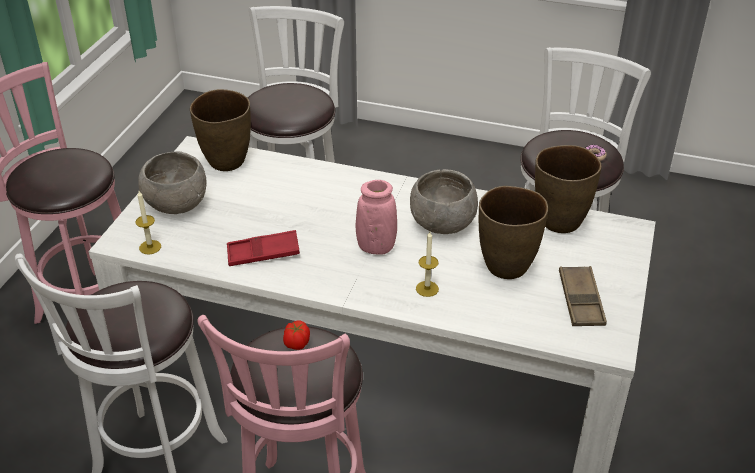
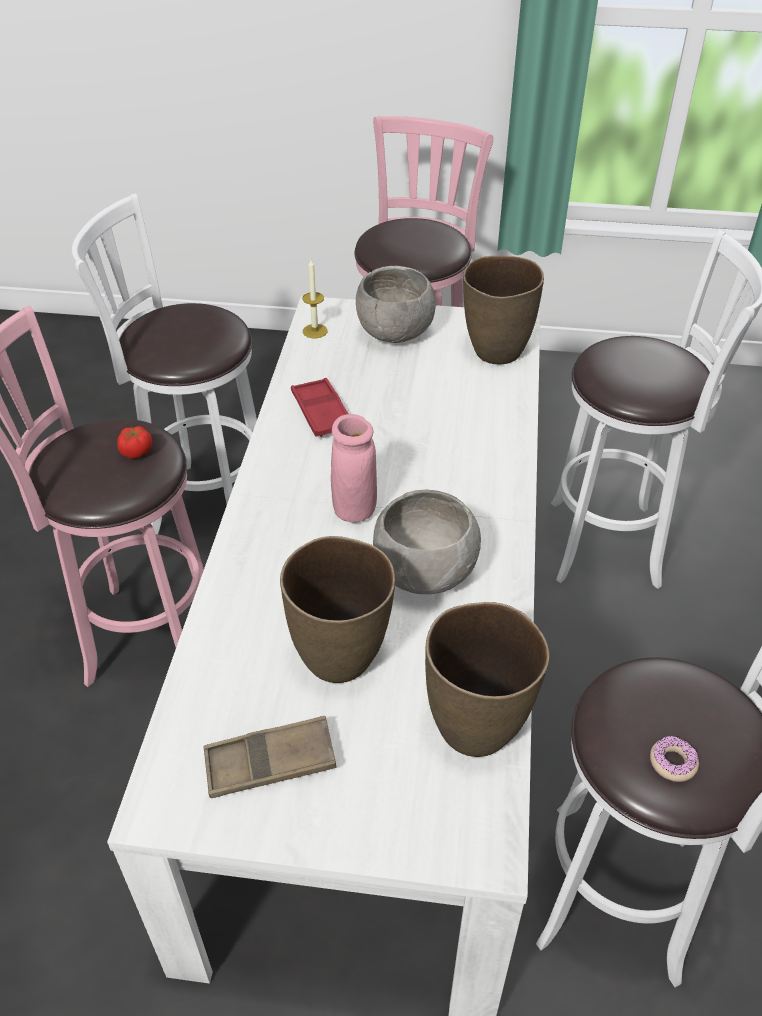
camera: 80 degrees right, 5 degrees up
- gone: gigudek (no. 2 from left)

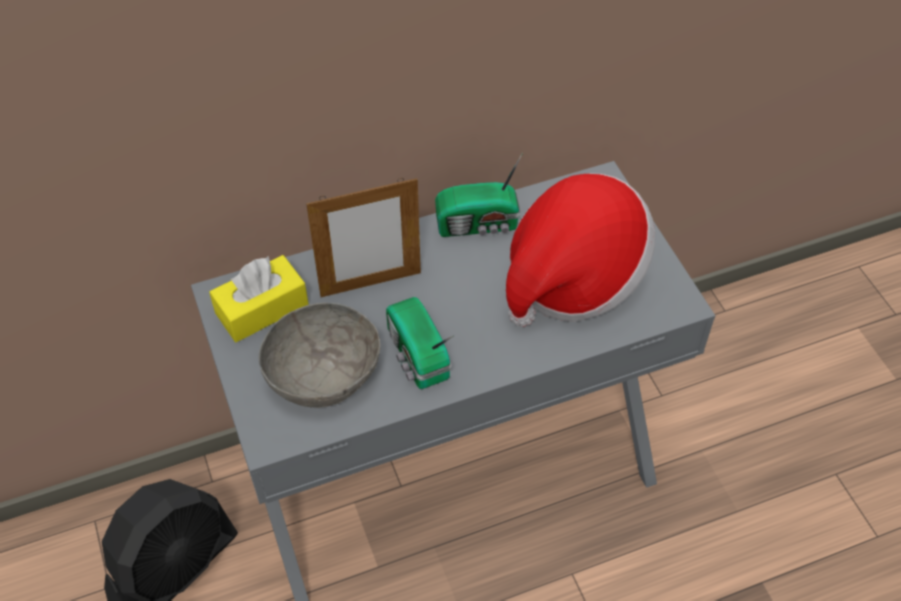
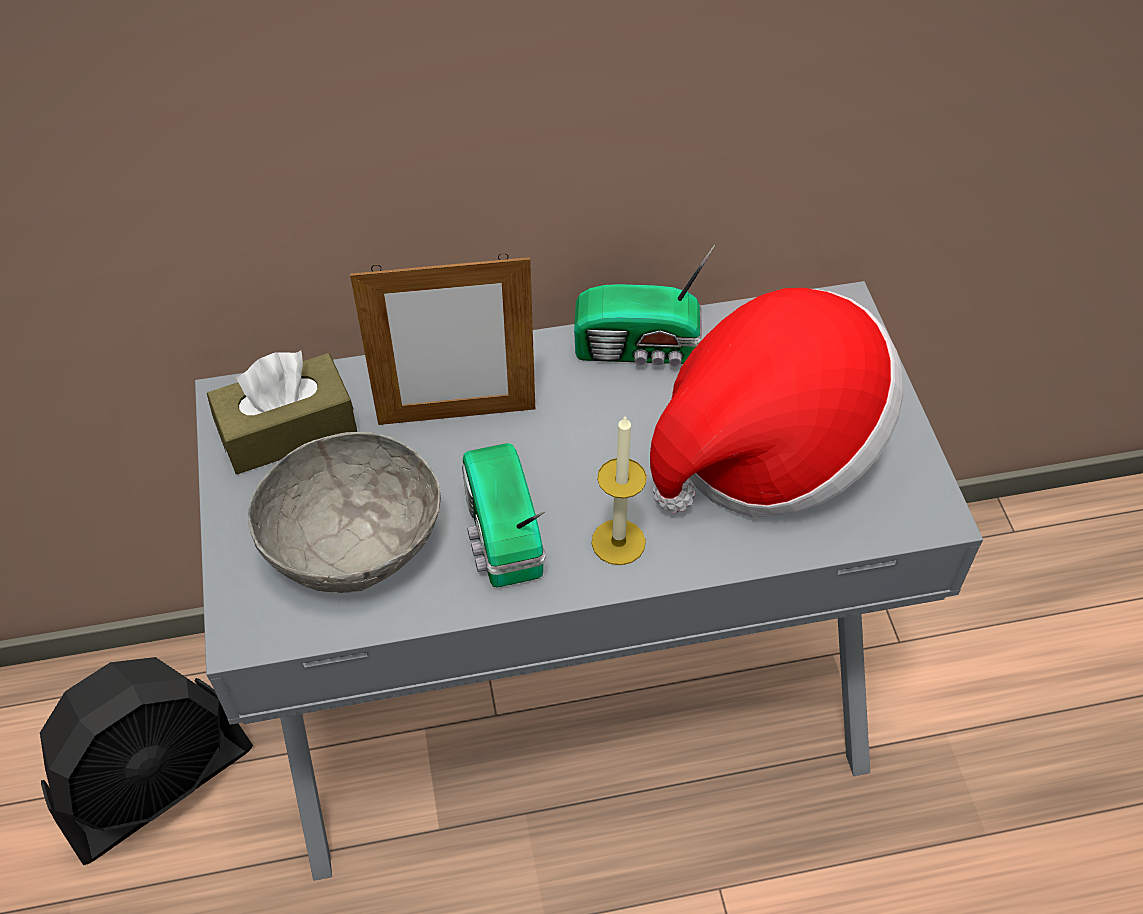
camera: 10 degrees right, 0 degrees up
- repainted: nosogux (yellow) to nosogux (brown)
- new: gigudek

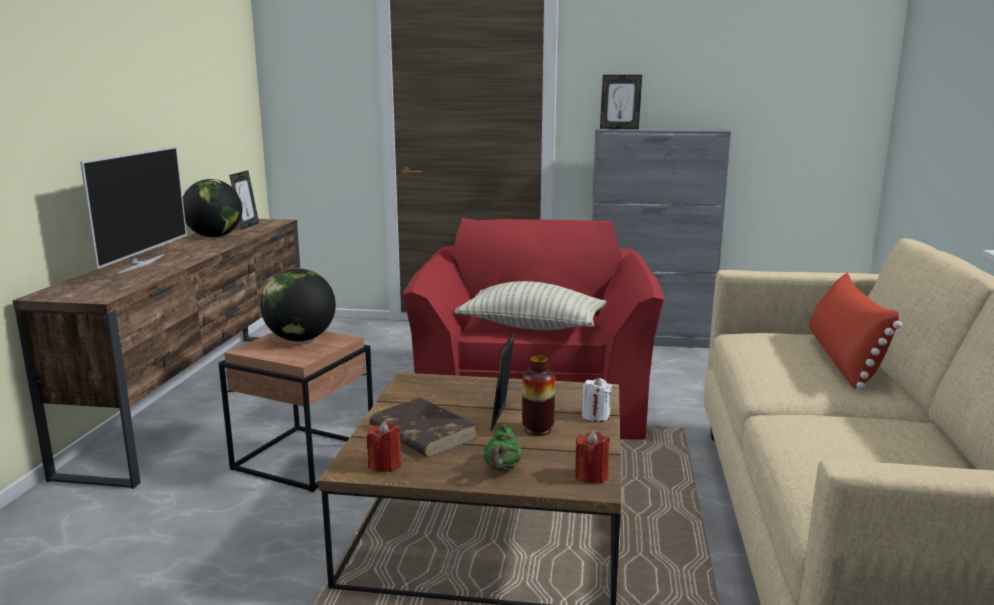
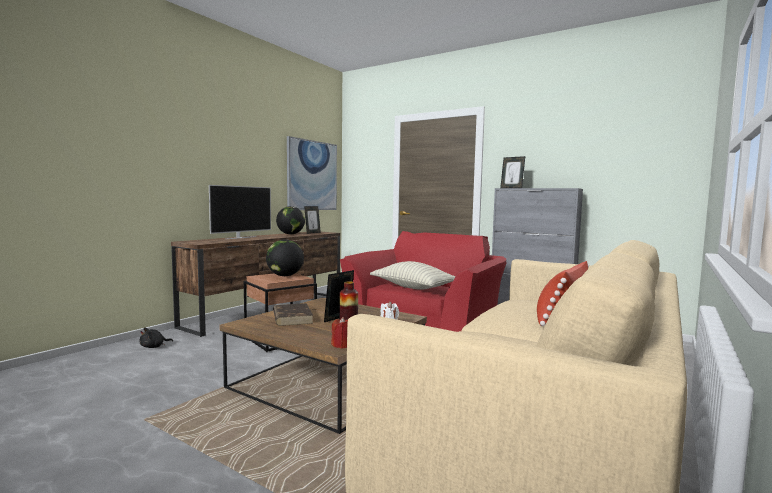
camera: 25 degrees right, 10 degrees down
- gone: gigudek (red) (no. 1 from left)
- gone: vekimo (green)
- new: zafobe
- new: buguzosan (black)

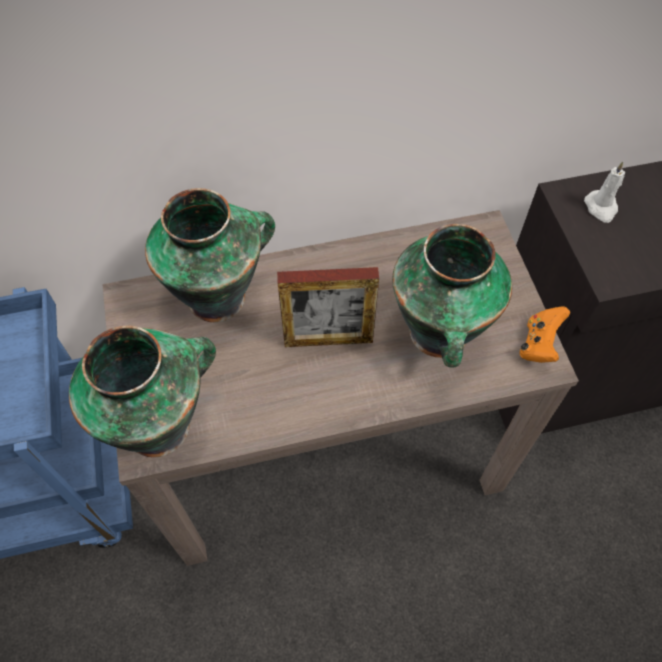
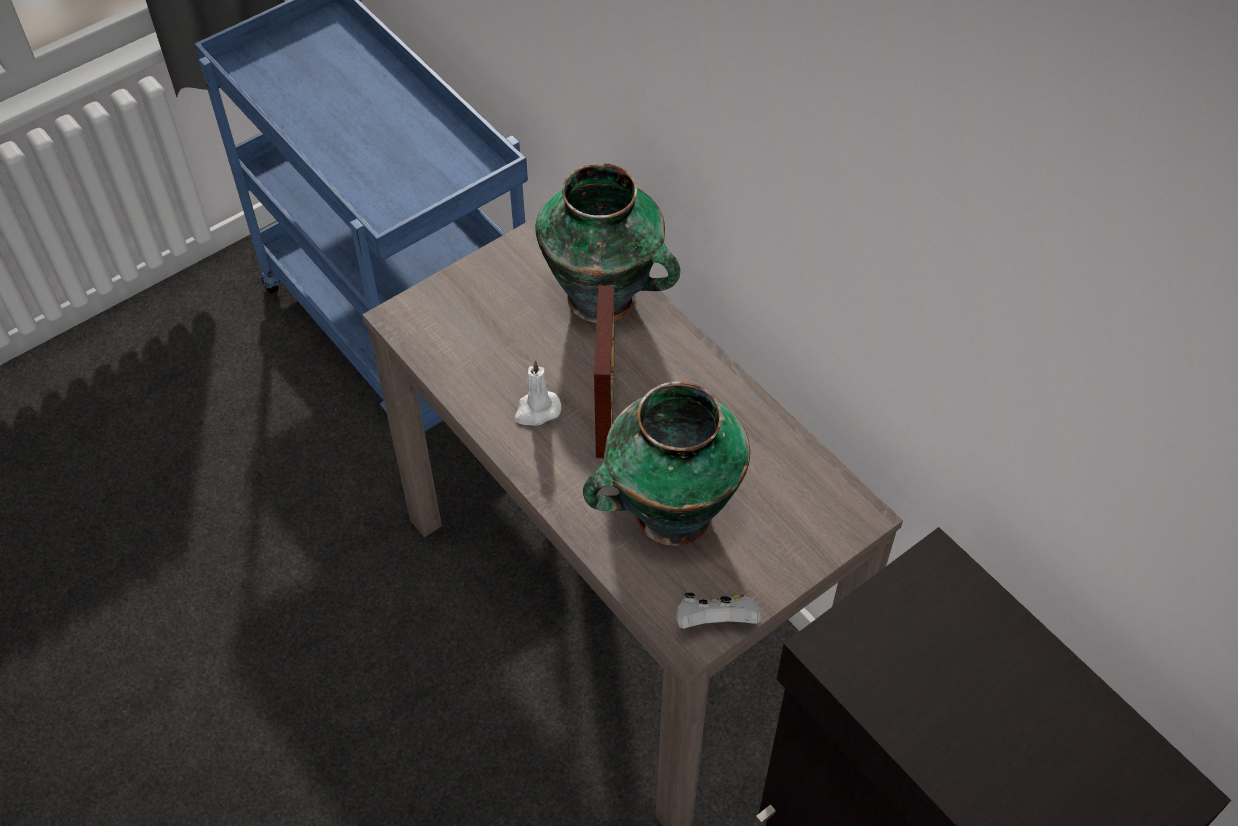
camera: 65 degrees right, 5 degrees down
- shifted: gigudek (white)
- rotated: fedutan 150 degrees counterclockwise
- repainted: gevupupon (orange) to gevupupon (white)
- gone: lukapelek (no. 1 from left)

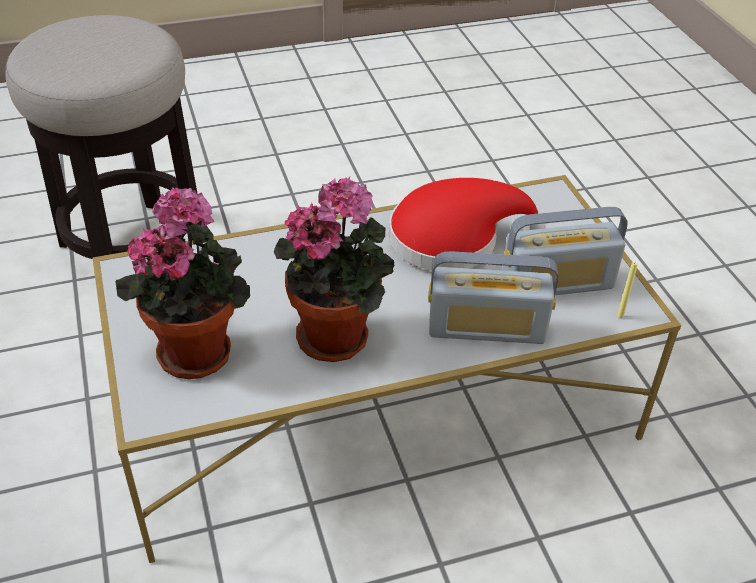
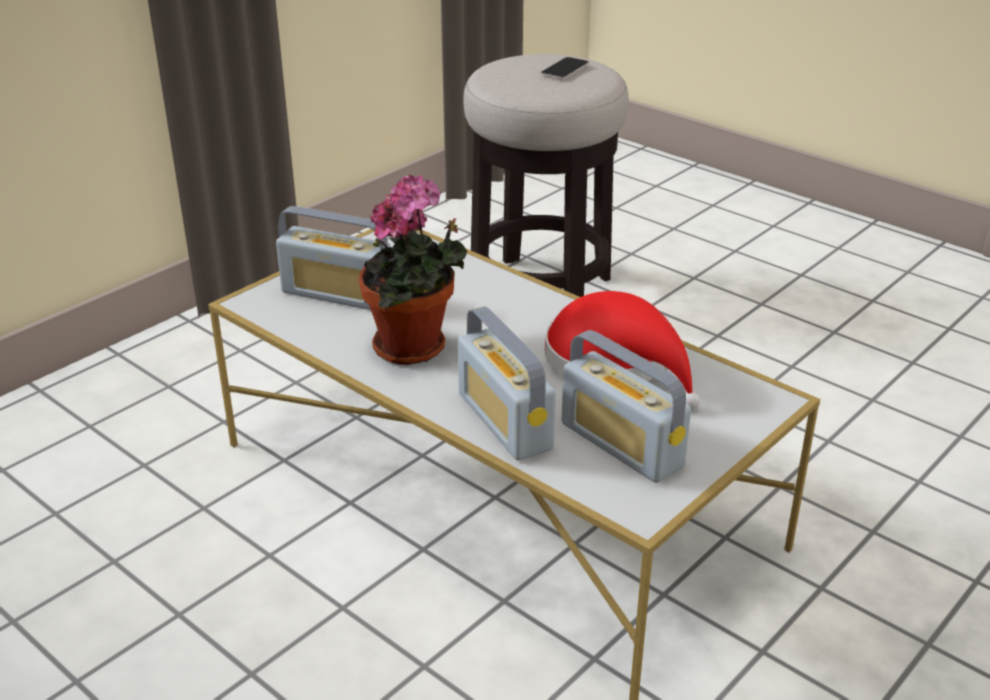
camera: 60 degrees right, 10 degrees down
- swapped: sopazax (no. 1 from left) to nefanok (no. 1 from left)
- gone: gigudek (yellow)
- new: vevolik

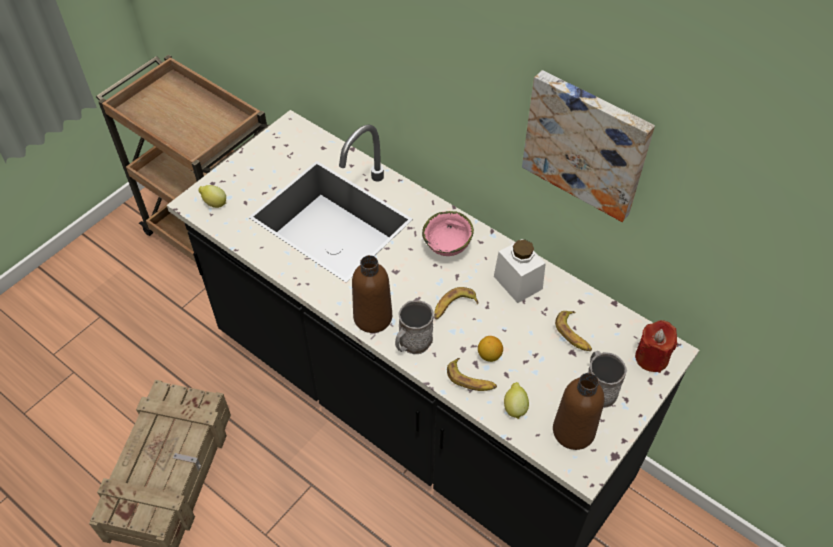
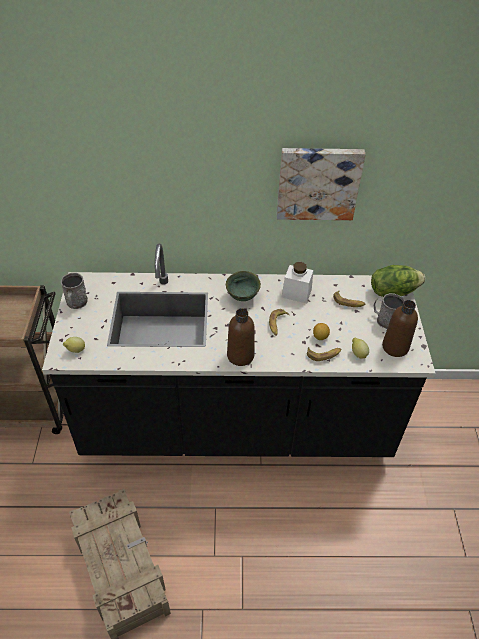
camera: 40 degrees left, 5 degrees down
- repainted: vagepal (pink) to vagepal (green)
- shifted: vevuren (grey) (no. 1 from left)
- swapped: gigudek (red) to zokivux

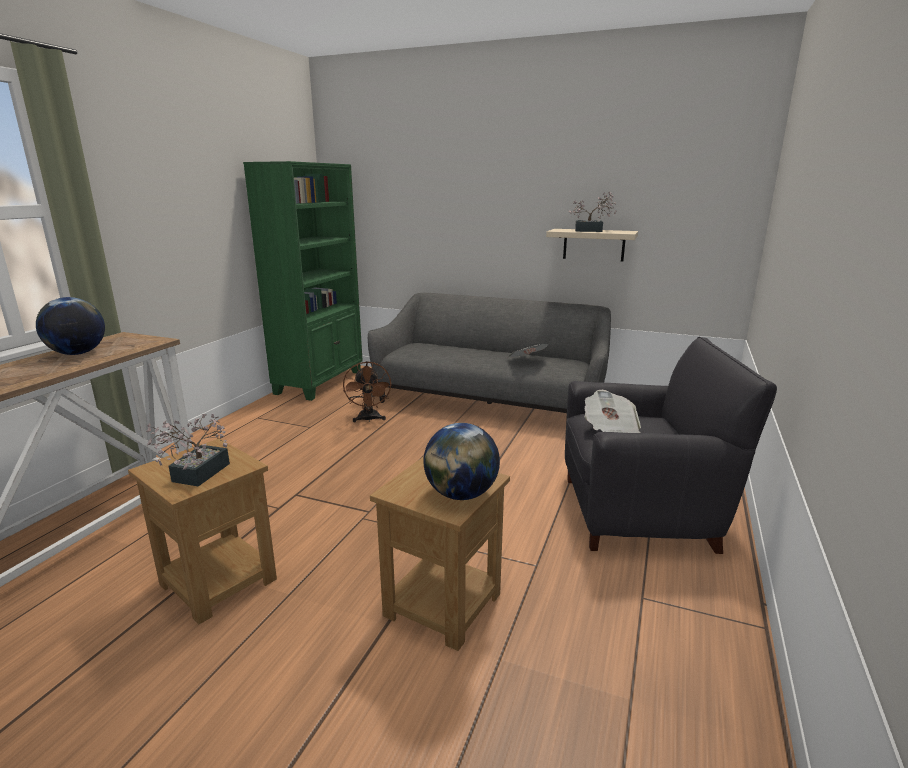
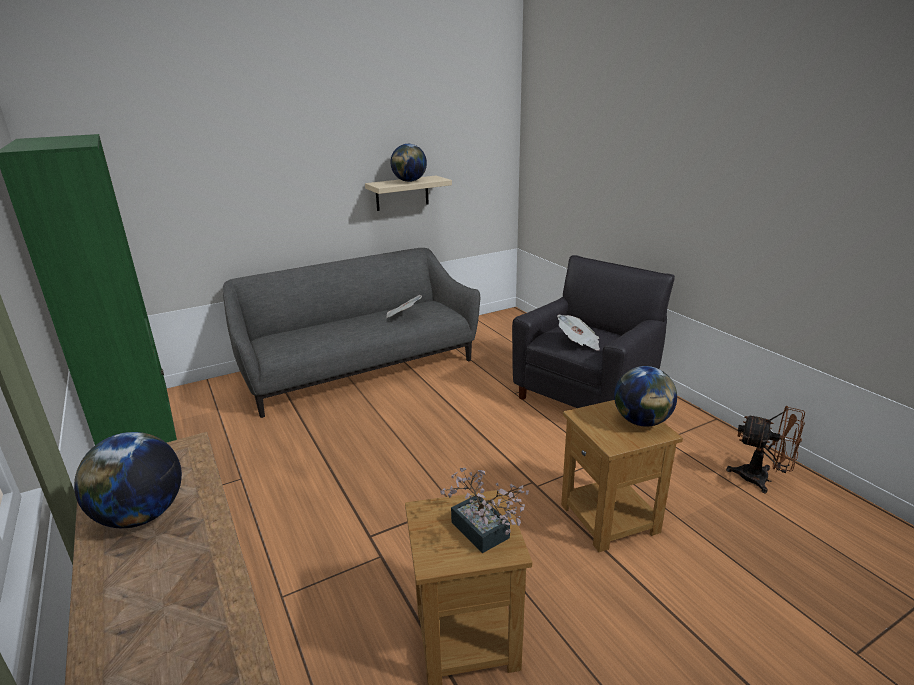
camera: 50 degrees left, 5 degrees up
- swapped: sopazax (no. 2 from left) to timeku (no. 2 from left)
- shifted: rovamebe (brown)

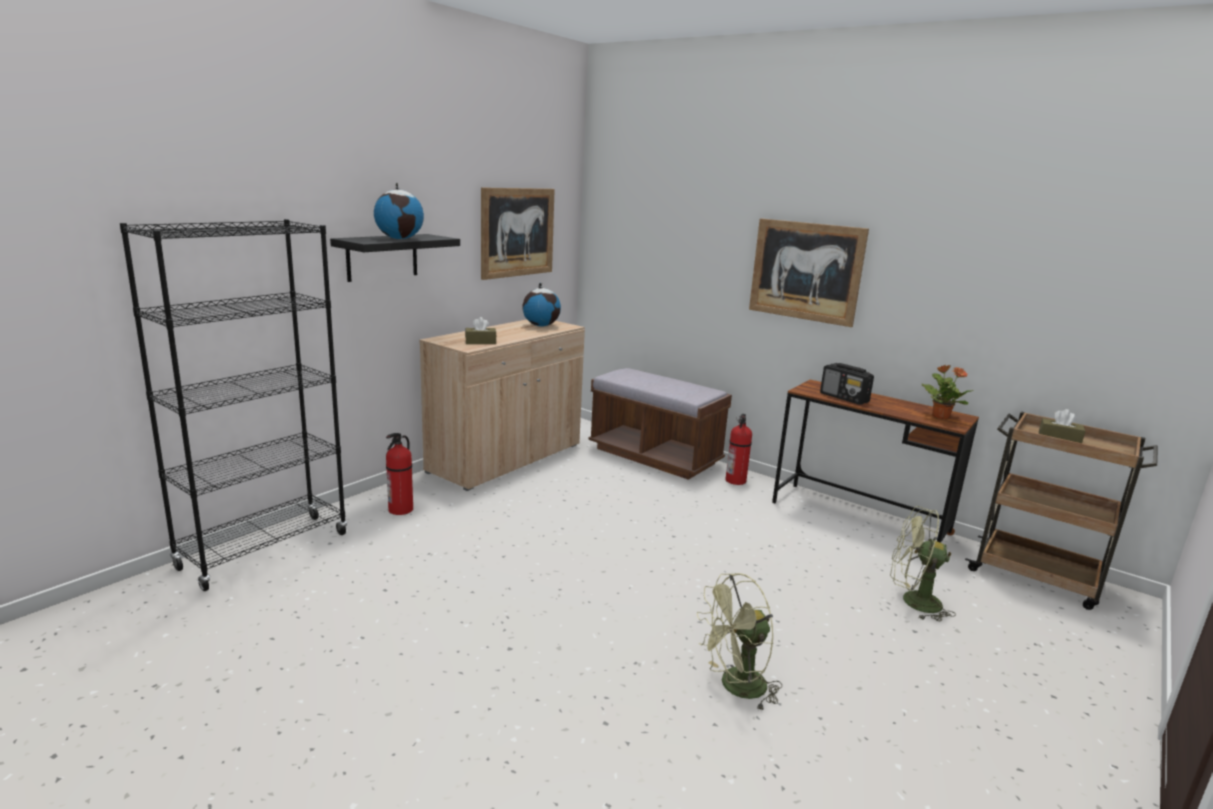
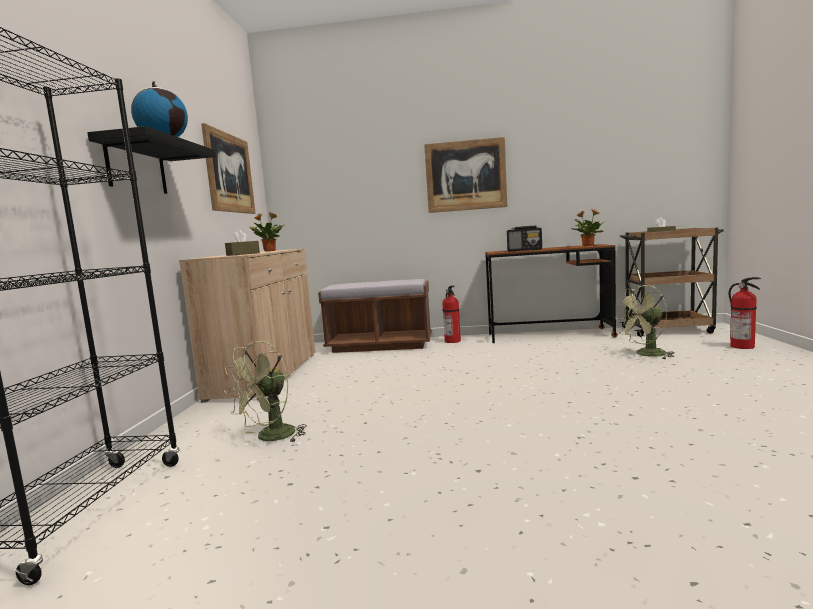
camera: 30 degrees left, 10 degrees down
- swapped: timeku (no. 2 from left) to sopazax (no. 1 from left)
- shifted: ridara (no. 1 from left in the first image) to ridara (no. 2 from left)
- shifted: rovamebe (green) (no. 1 from left)

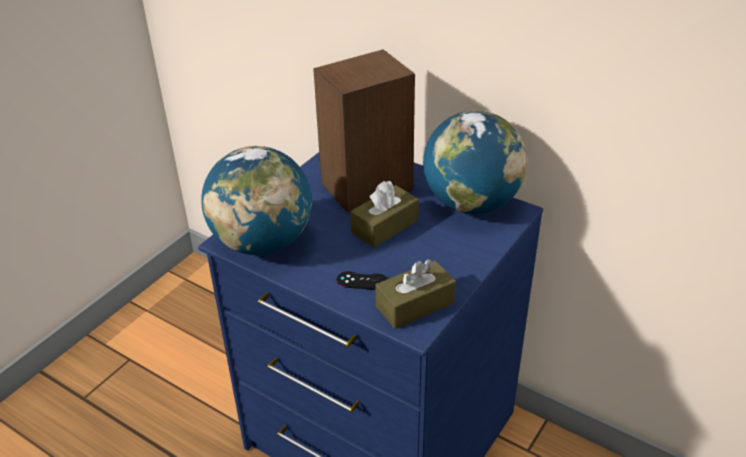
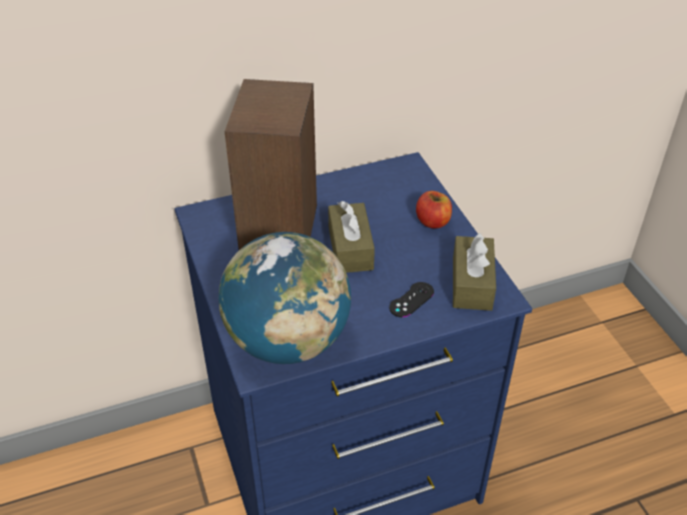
camera: 55 degrees left, 5 degrees up
- gone: timeku (no. 2 from left)
- new: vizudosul

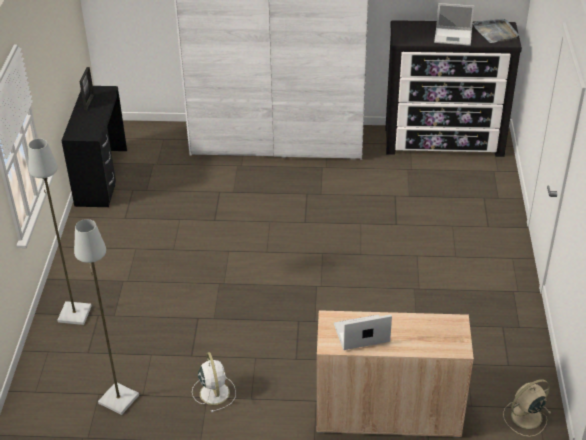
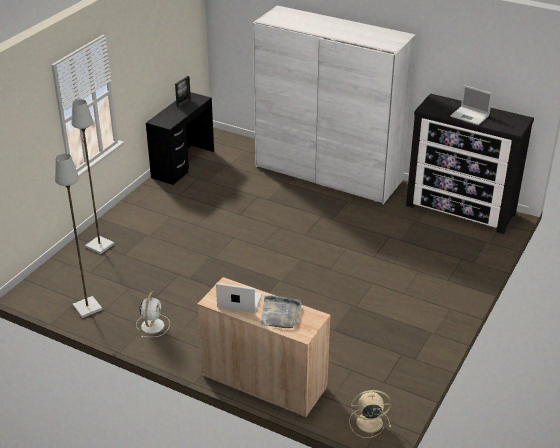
camera: 25 degrees right, 5 degrees down
- shifted: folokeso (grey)

